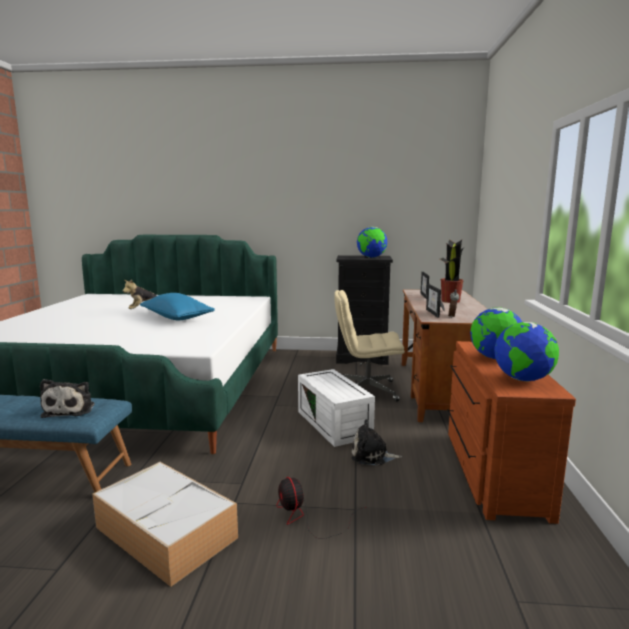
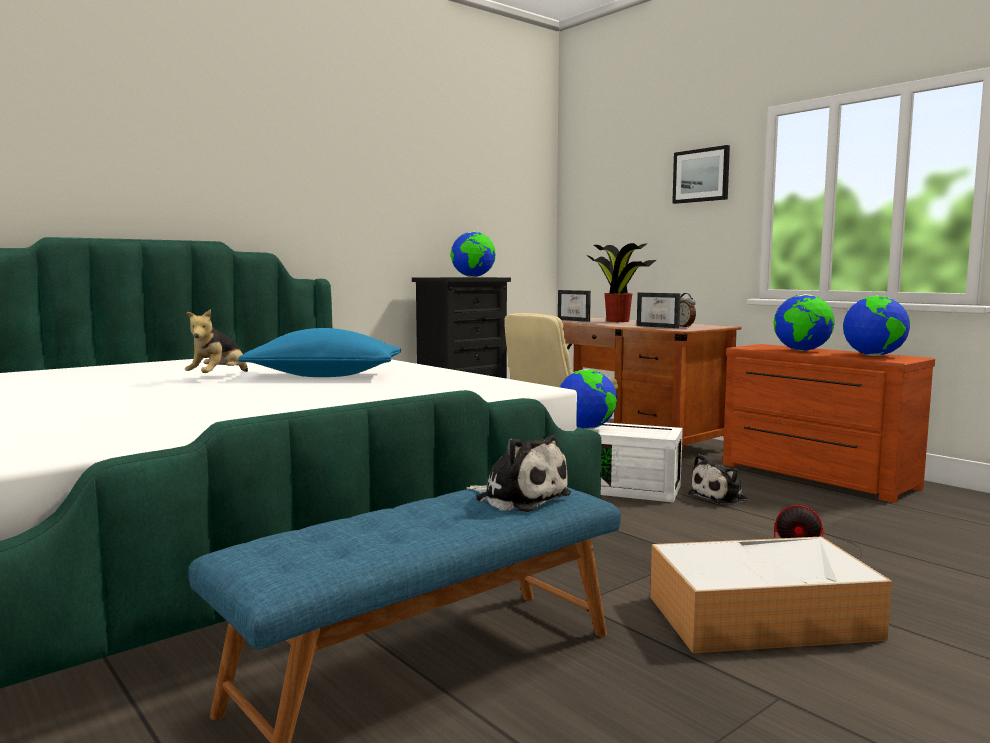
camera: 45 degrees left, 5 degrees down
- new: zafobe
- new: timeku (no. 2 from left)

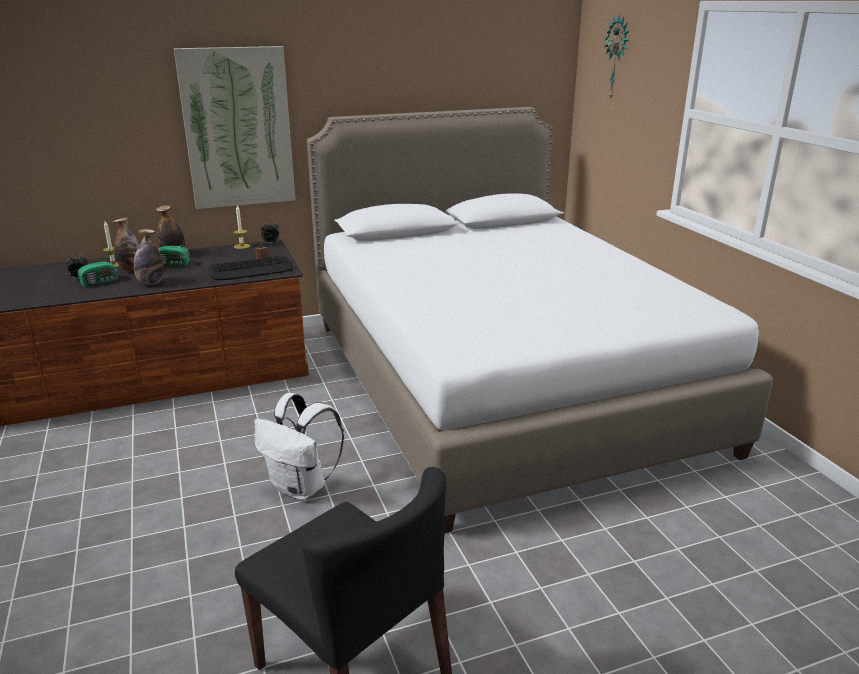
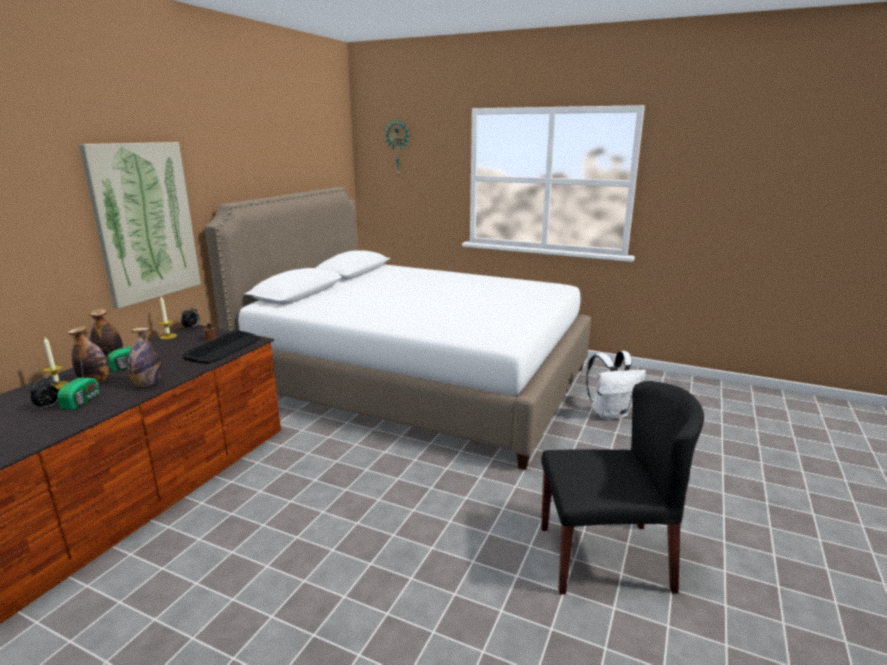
camera: 45 degrees left, 5 degrees down
- shifted: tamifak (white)

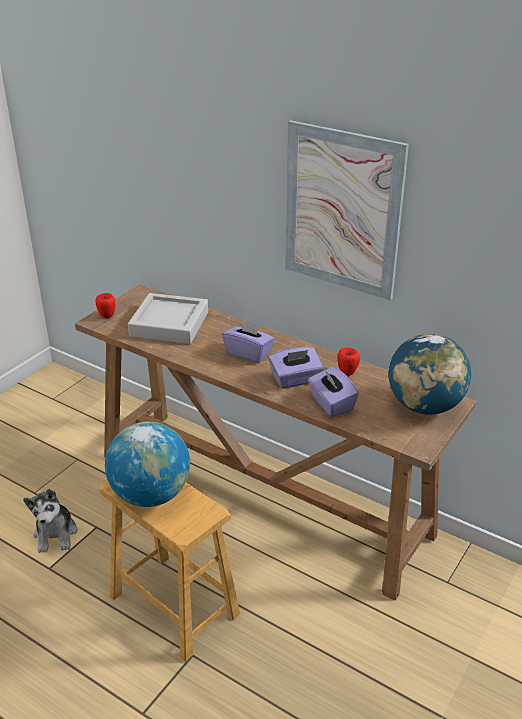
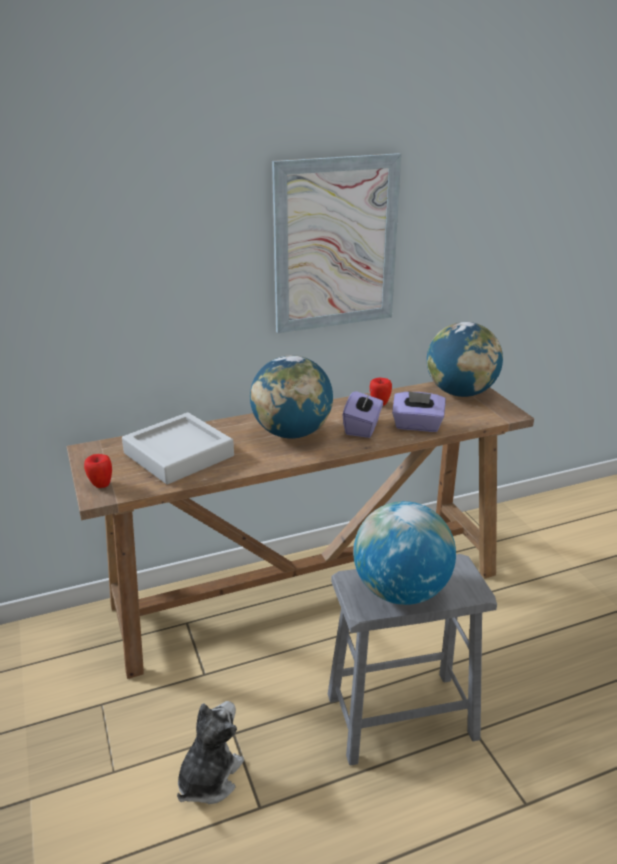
camera: 55 degrees left, 5 degrees down
- swapped: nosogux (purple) (no. 1 from left) to timeku (no. 1 from left)
- repainted: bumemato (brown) to bumemato (grey)
- rotated: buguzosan 90 degrees counterclockwise

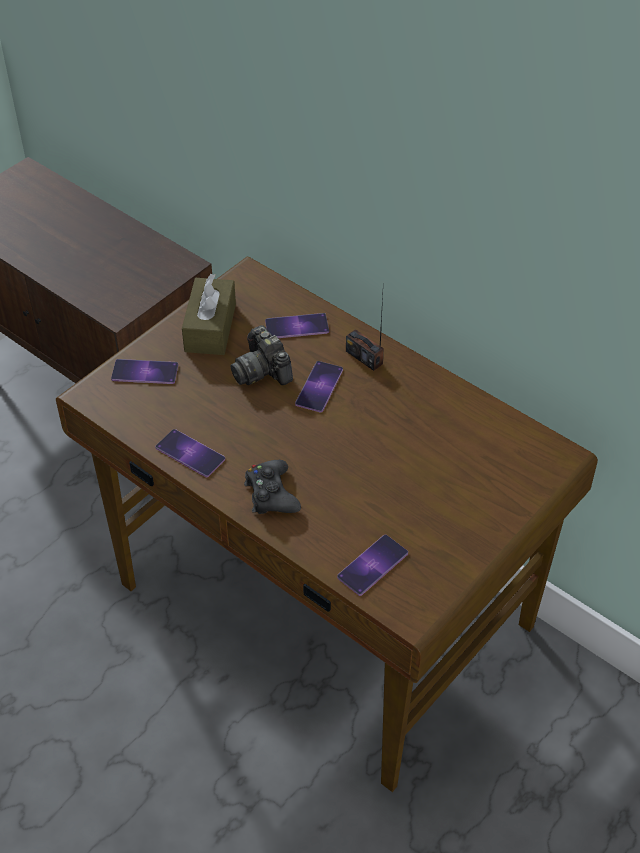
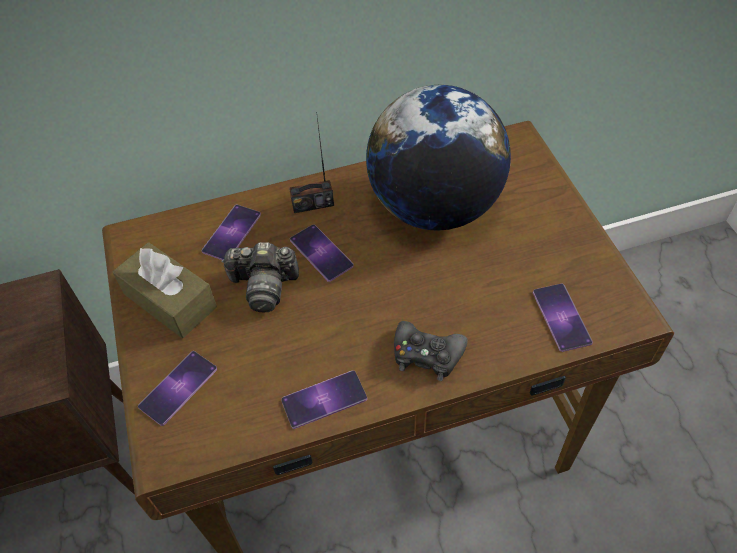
camera: 55 degrees left, 5 degrees up
- new: timeku

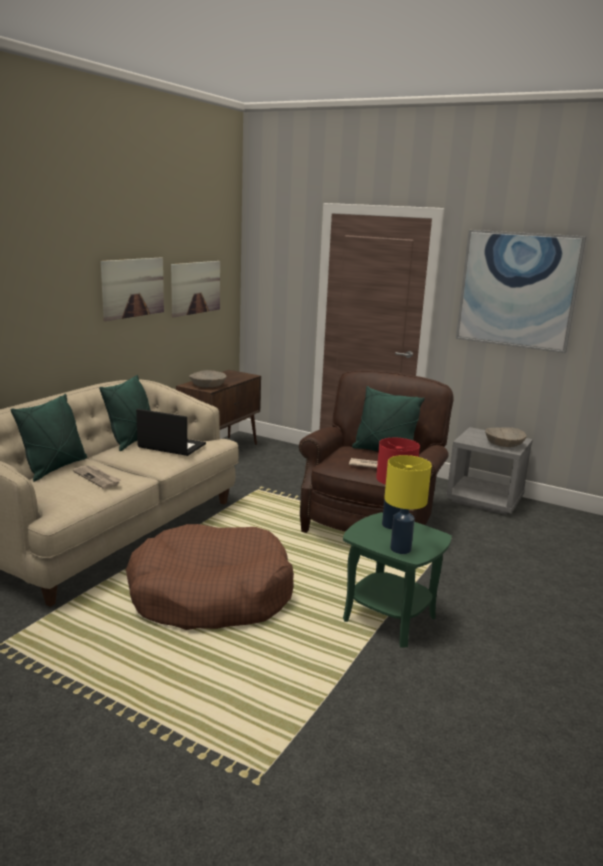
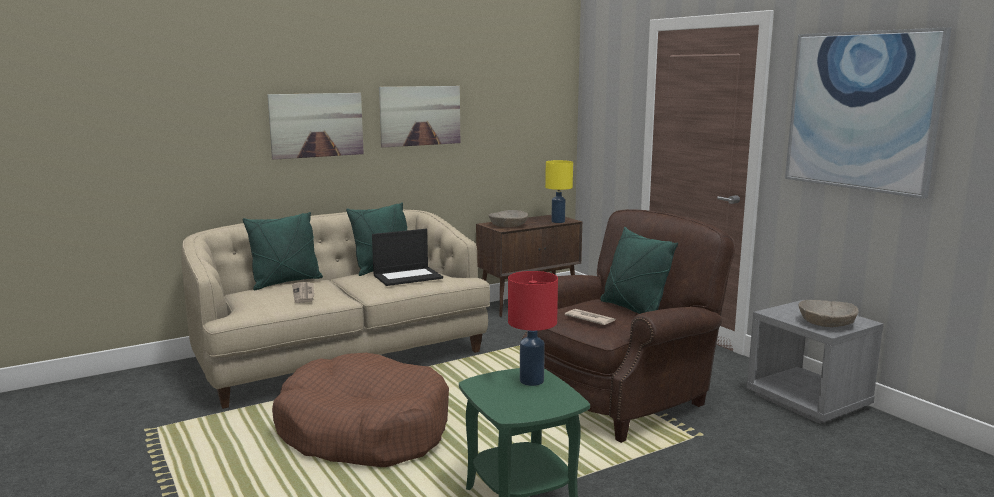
camera: 30 degrees right, 5 degrees down
- shifted: zafobe (no. 2 from left in the first image) to zafobe (no. 1 from left)
- rotated: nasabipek 105 degrees clockwise
- shifted: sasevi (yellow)

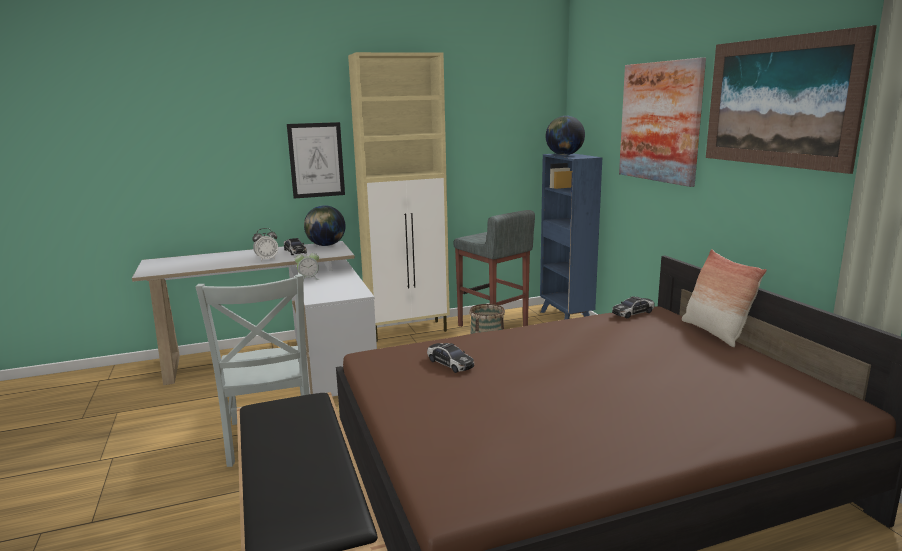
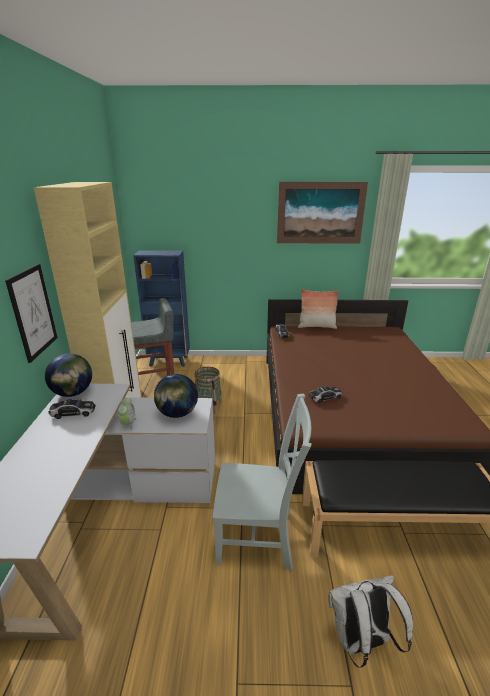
camera: 70 degrees left, 10 degrees up
- gone: zafobe (no. 2 from left)
- shifted: timeku (no. 2 from left)
- gone: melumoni (no. 1 from left)
- new: tamifak (white)

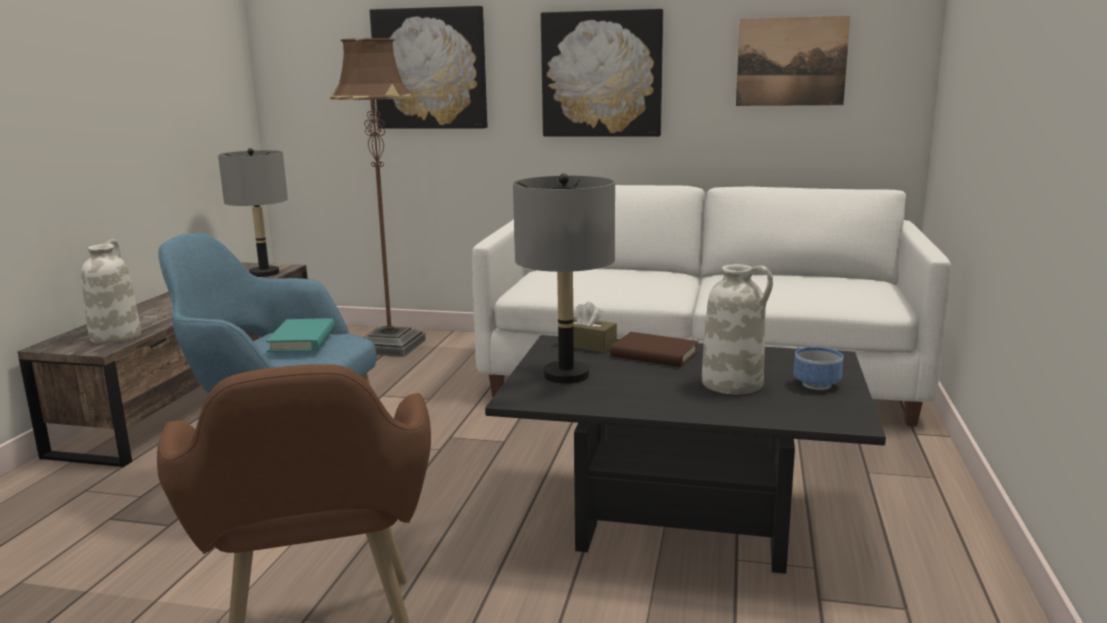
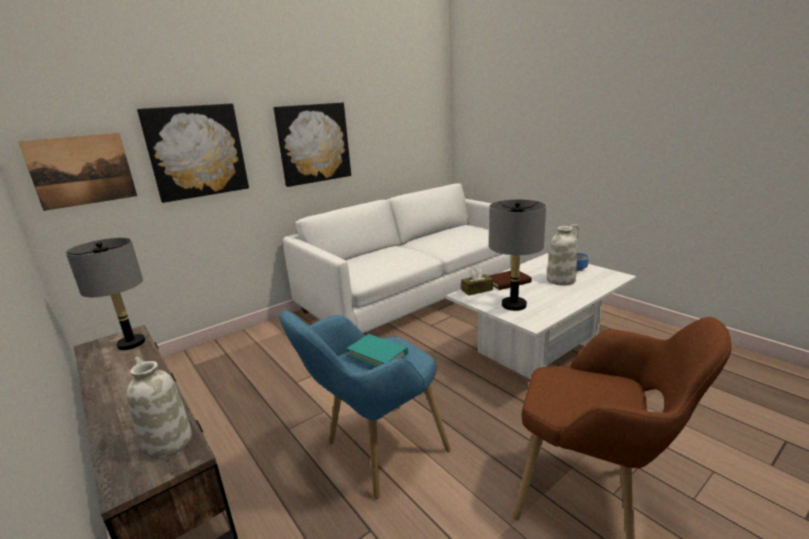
camera: 50 degrees left, 5 degrees up
- shifted: zafobe (no. 3 from left in the first image) to zafobe (no. 1 from left)
- gone: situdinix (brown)
- repainted: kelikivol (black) to kelikivol (white)

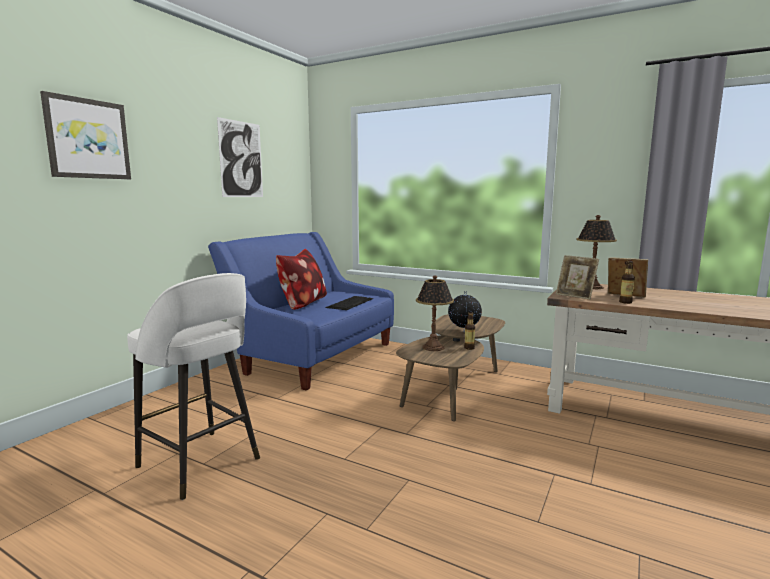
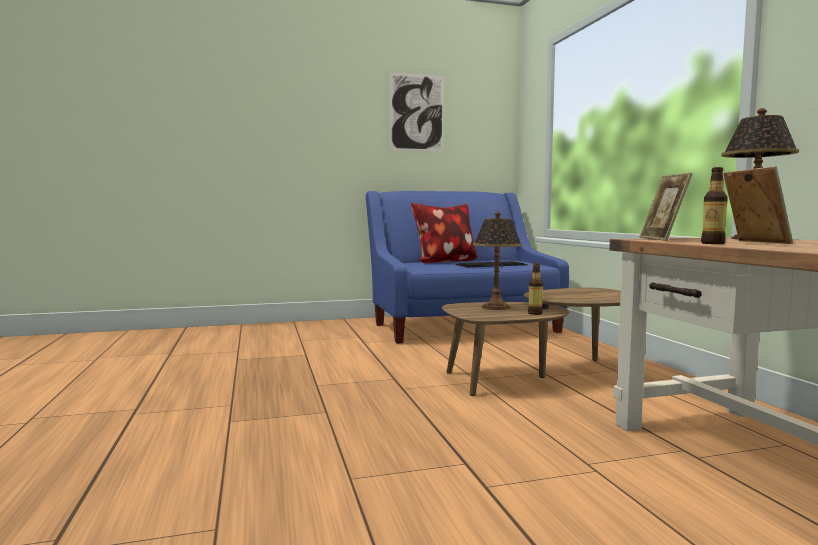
camera: 45 degrees right, 5 degrees down
- gone: zafobe (no. 1 from left)
- gone: bumemato (white)
- gone: timeku

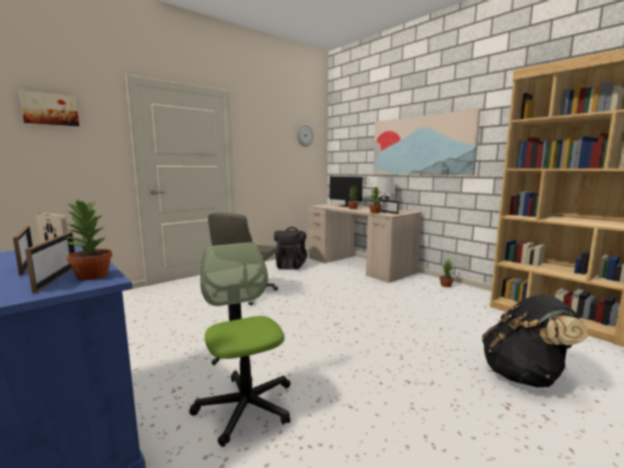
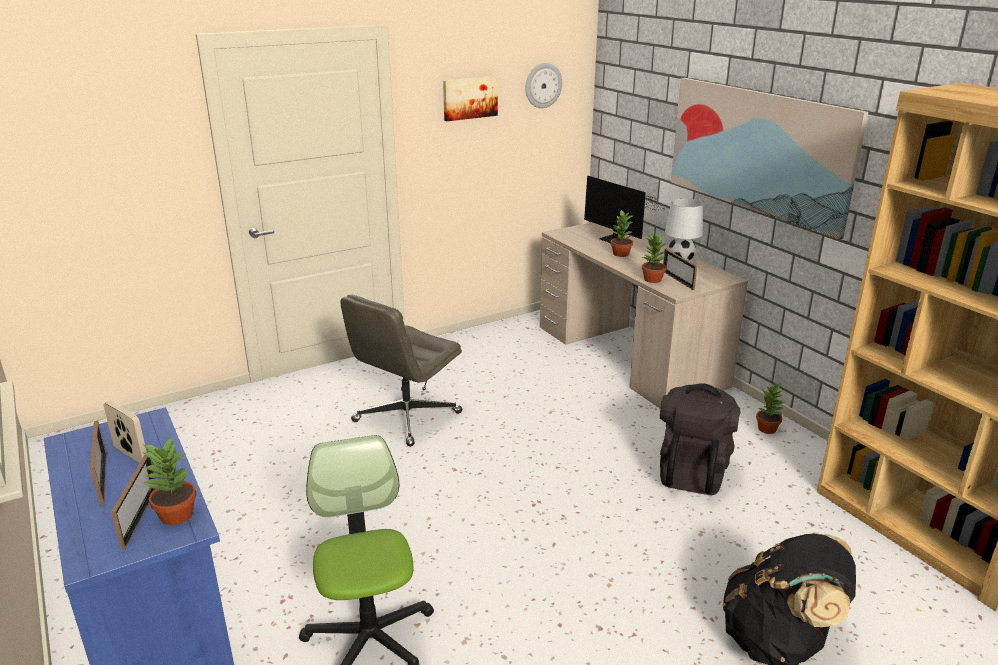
camera: 10 degrees right, 15 degrees up
- shifted: zafobe (no. 1 from left)
- shifted: tamifak (black) (no. 1 from left)

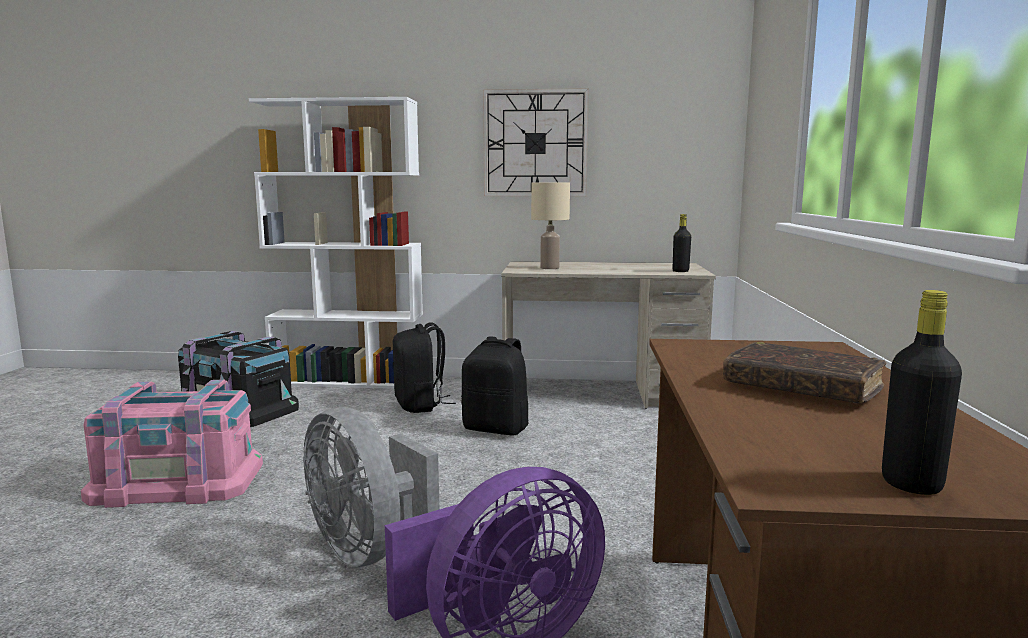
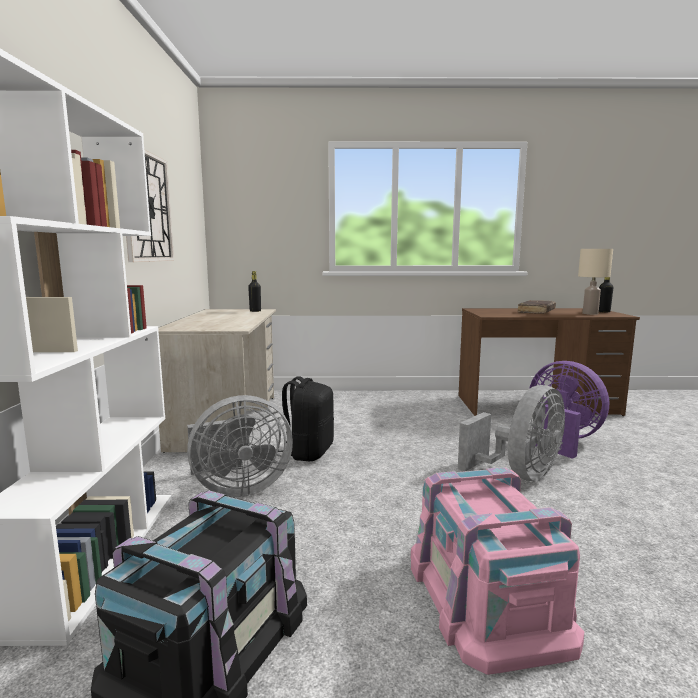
camera: 95 degrees left, 0 degrees up
- shifted: sasevi (beige)
- swapped: tamifak (black) (no. 1 from left) to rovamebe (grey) (no. 1 from left)

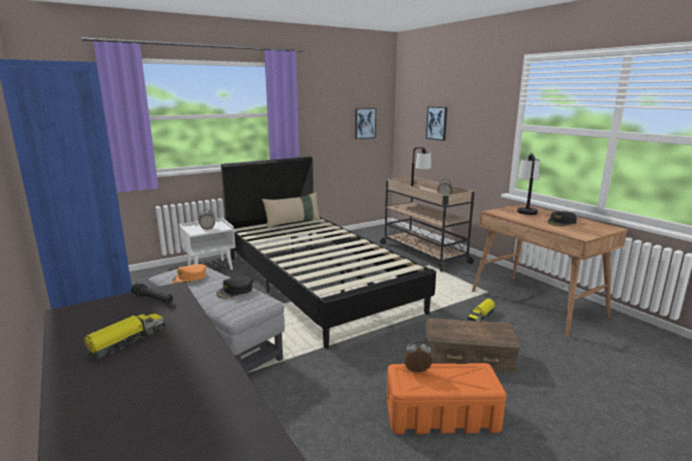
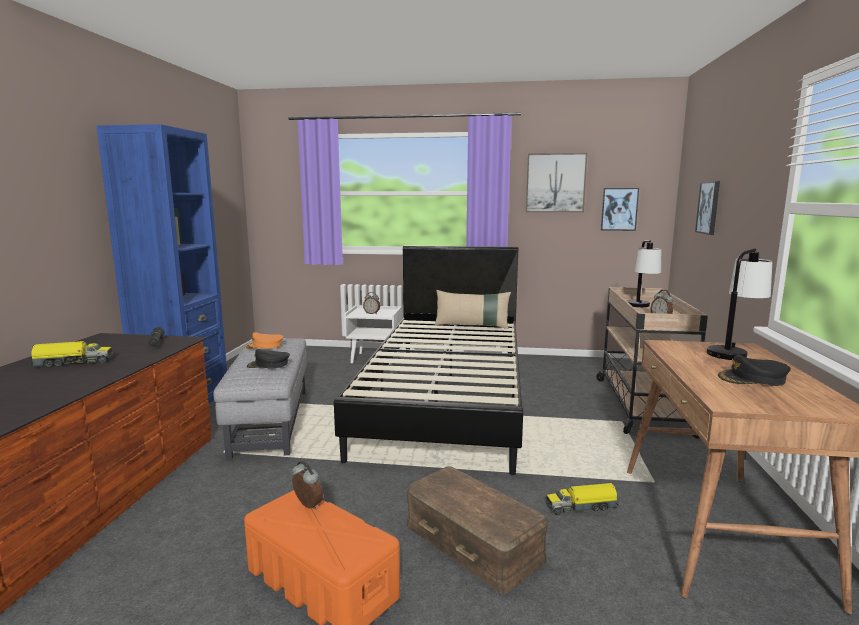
camera: 40 degrees right, 5 degrees down
- new: zafobe (no. 1 from left)

